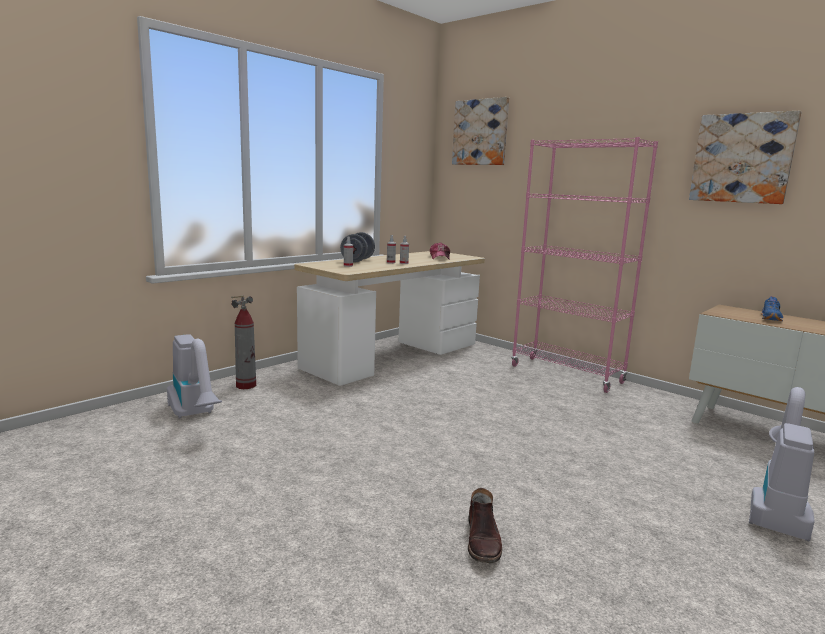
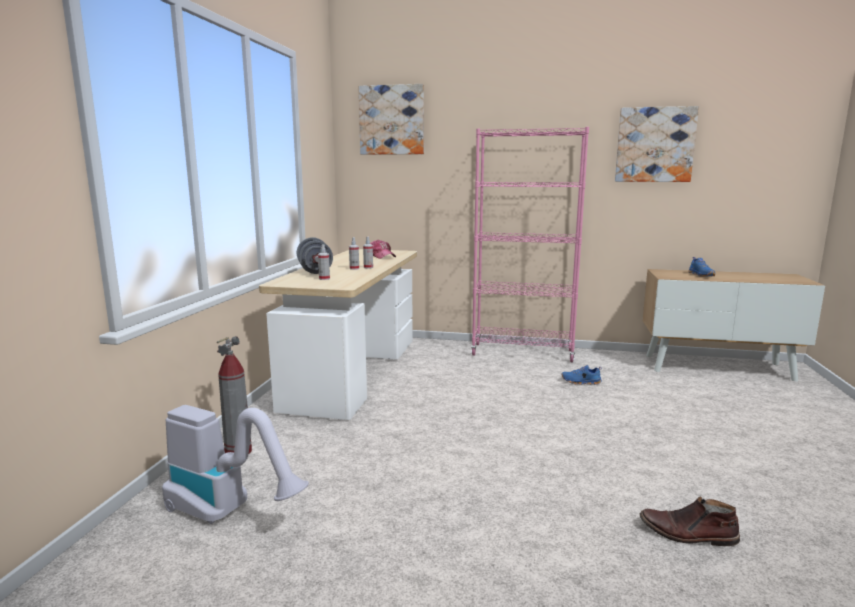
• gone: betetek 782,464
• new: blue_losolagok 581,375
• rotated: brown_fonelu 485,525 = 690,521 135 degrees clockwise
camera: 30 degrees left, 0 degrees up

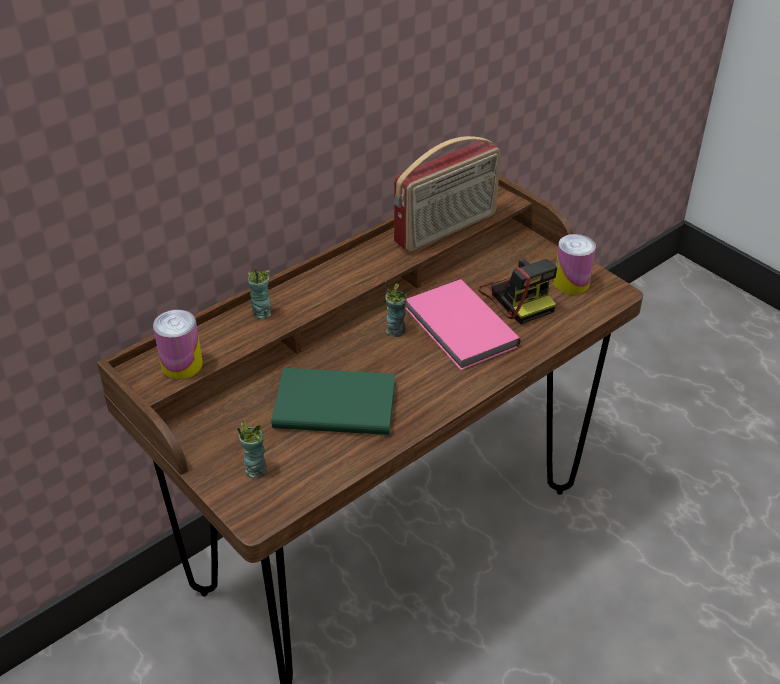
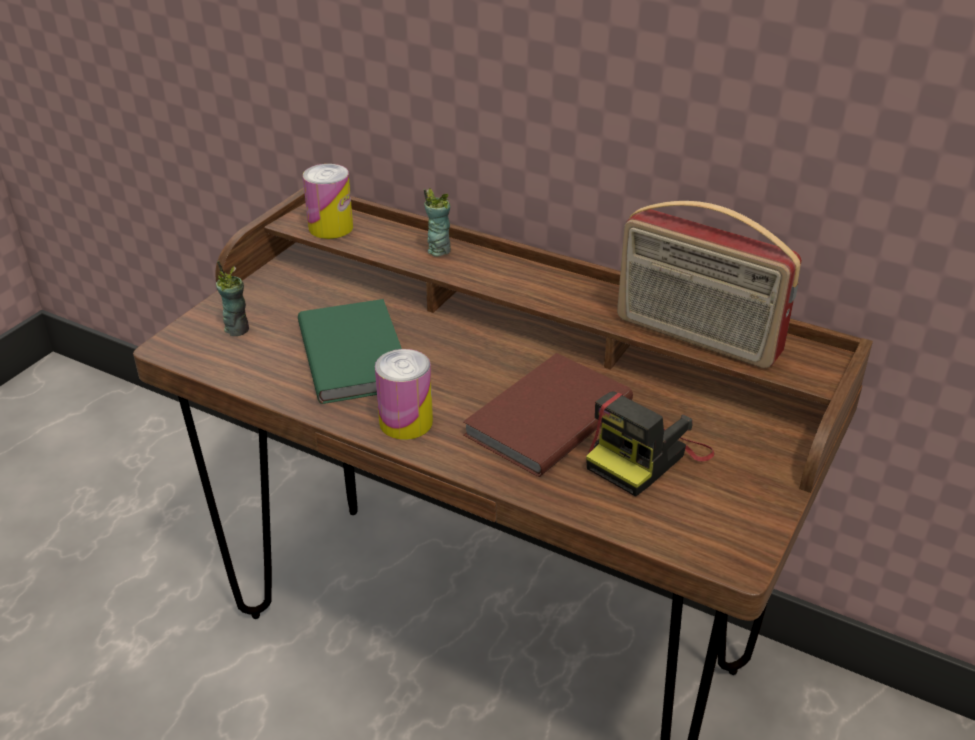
• gone: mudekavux 396,309
• shifted: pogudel 575,264 to 404,394
• repainted: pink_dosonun 463,324 to brown_dosonun 548,415
camera: 70 degrees right, 5 degrees down

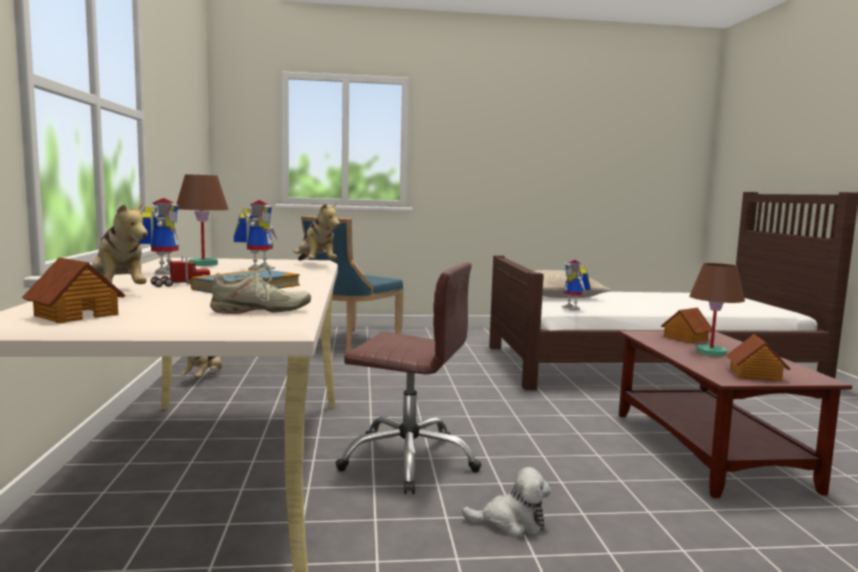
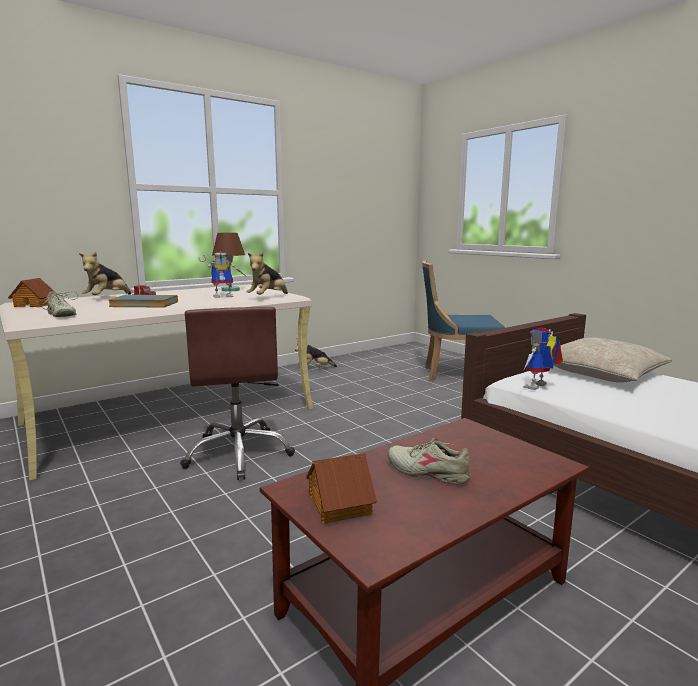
• gone: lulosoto 159,236
• gone: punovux 507,502
• gone: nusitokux 686,325
• swapped: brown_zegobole 717,309 to beige_losolagok 429,461
camera: 60 degrees right, 5 degrees up

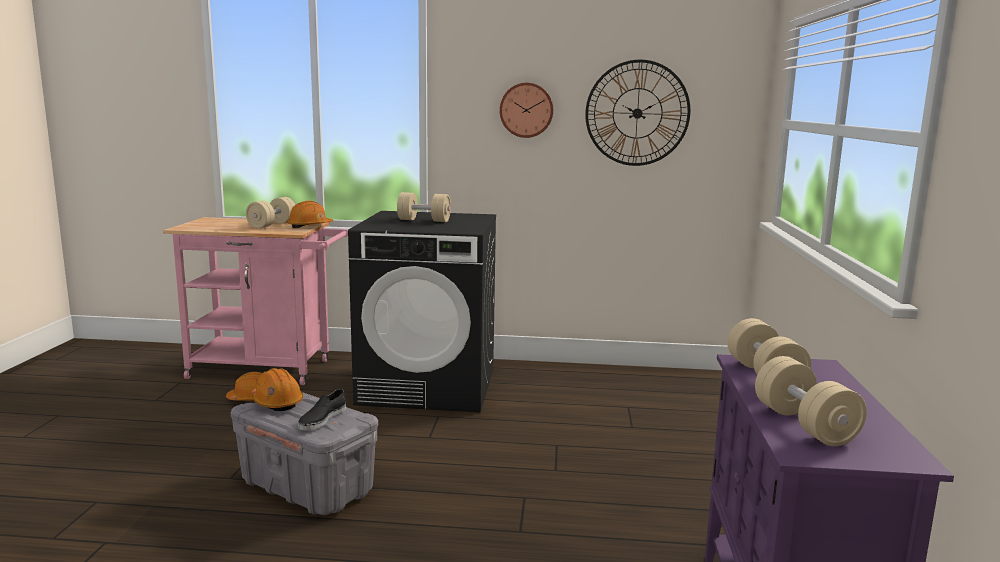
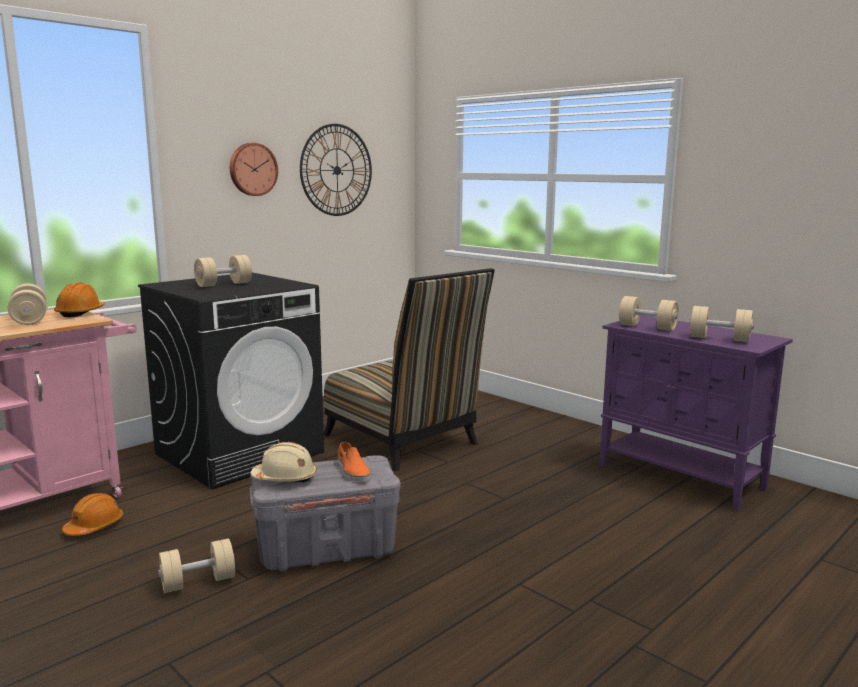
• new: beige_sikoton 196,565
• new: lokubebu 409,369
• repainted: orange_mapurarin 277,389 to beige_mapurarin 283,462
• repainted: black_losolagok 322,409 to orange_losolagok 354,461
camera: 50 degrees left, 0 degrees up

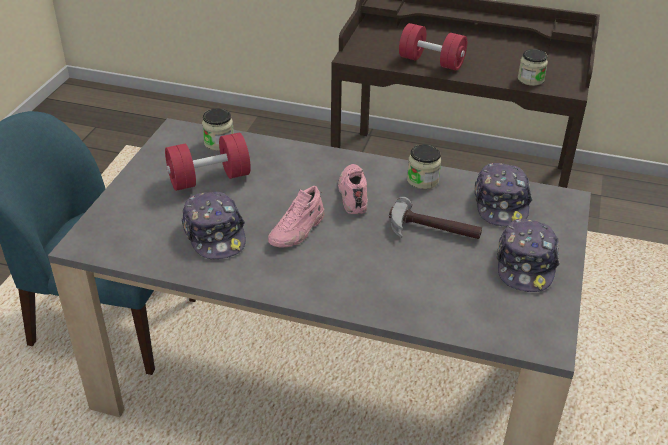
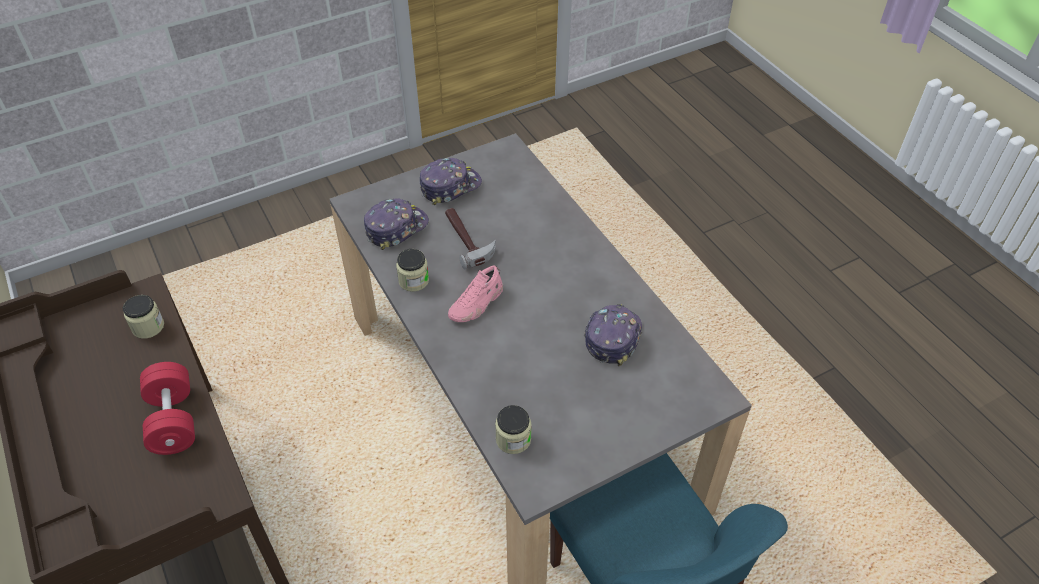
• gone: red_sikoton 208,162
• gone: pink_losolagok 296,216
camera: 135 degrees left, 10 degrees up

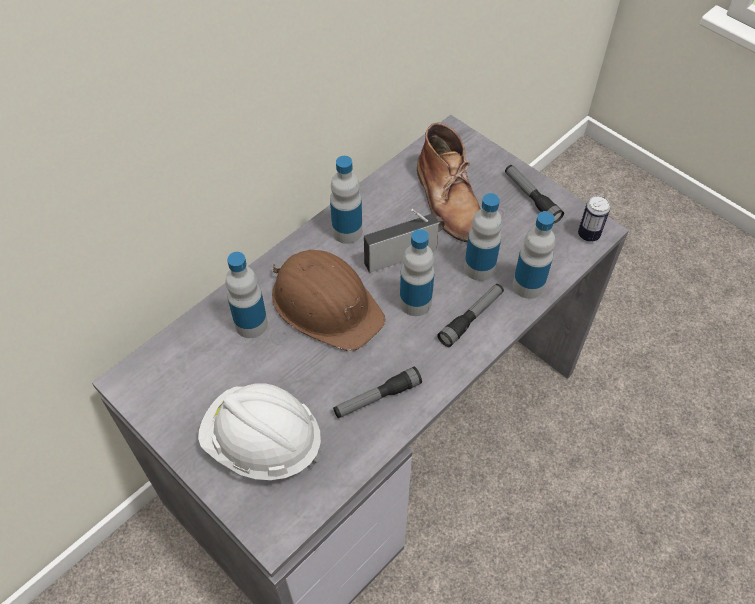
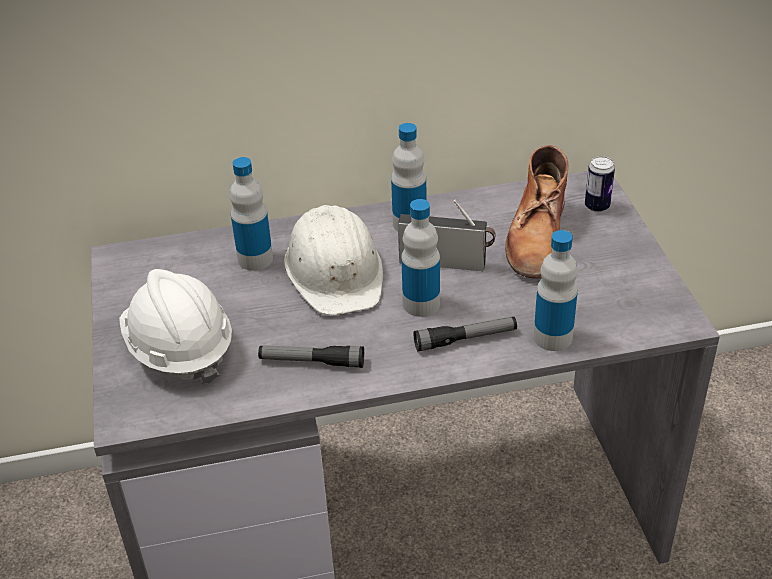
• gone: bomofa 483,237
• gone: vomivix 534,194
• shifted: pogudel 594,219 to 600,184
• repainted: brown_mapurarin 329,300 to white_mapurarin 333,260
camera: 35 degrees right, 15 degrees down

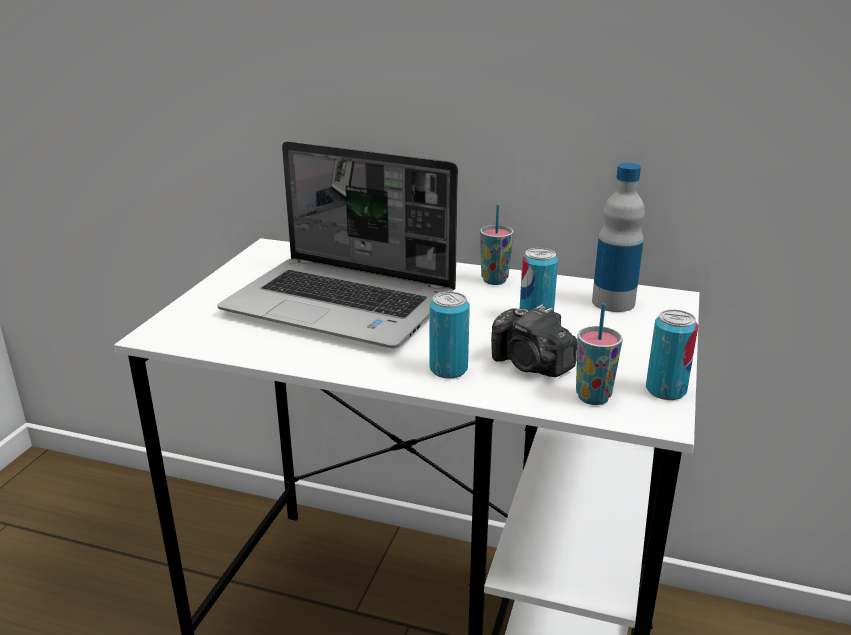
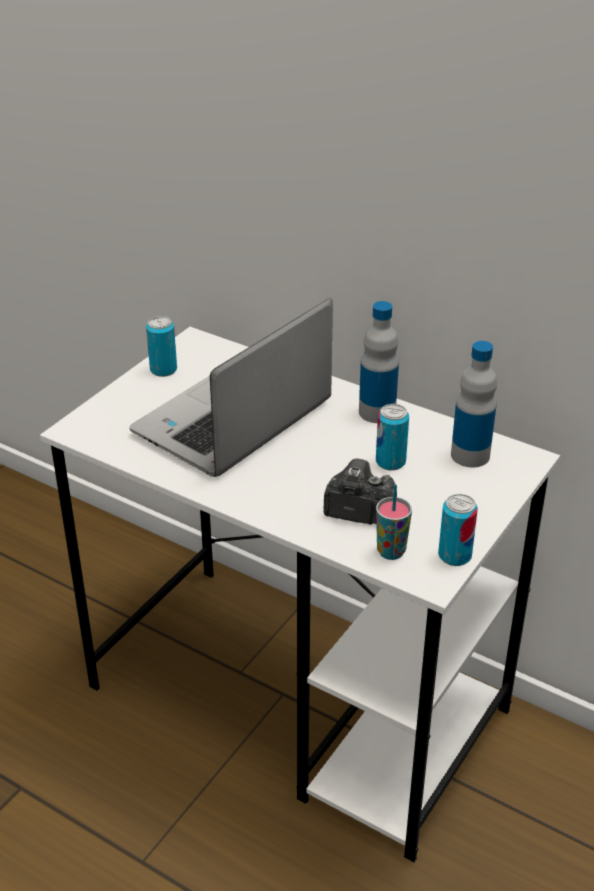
• shifted: pogudel 449,335 to 161,346
• swapped: mudekavux 497,245 to bomofa 379,362
• rotated: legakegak 337,244 = 231,387 90 degrees clockwise
• rotated: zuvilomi 534,341 = 360,492 135 degrees clockwise
camera: 15 degrees right, 10 degrees up

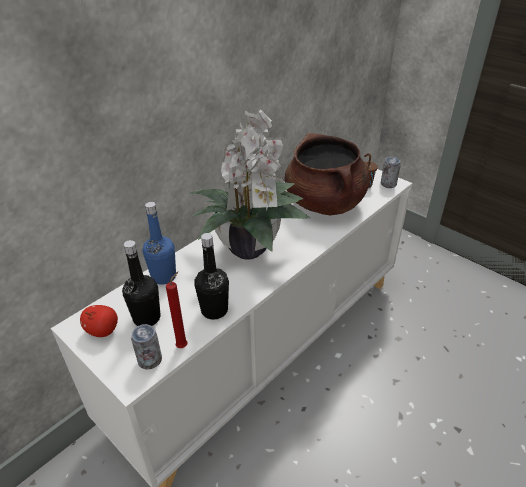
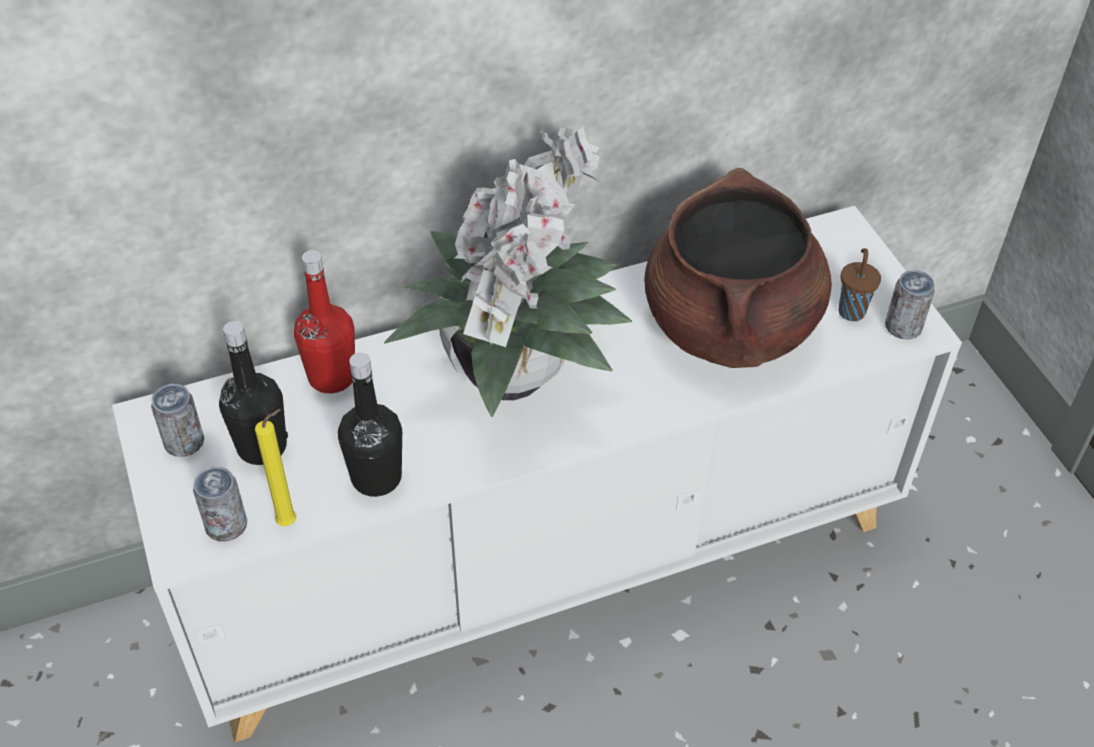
• swapped: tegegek 99,321 to pogudel 177,420
• repainted: blue_bomofa 159,243 to red_bomofa 324,321
• repainted: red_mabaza 177,310 to yellow_mabaza 275,467
camera: 25 degrees right, 10 degrees up

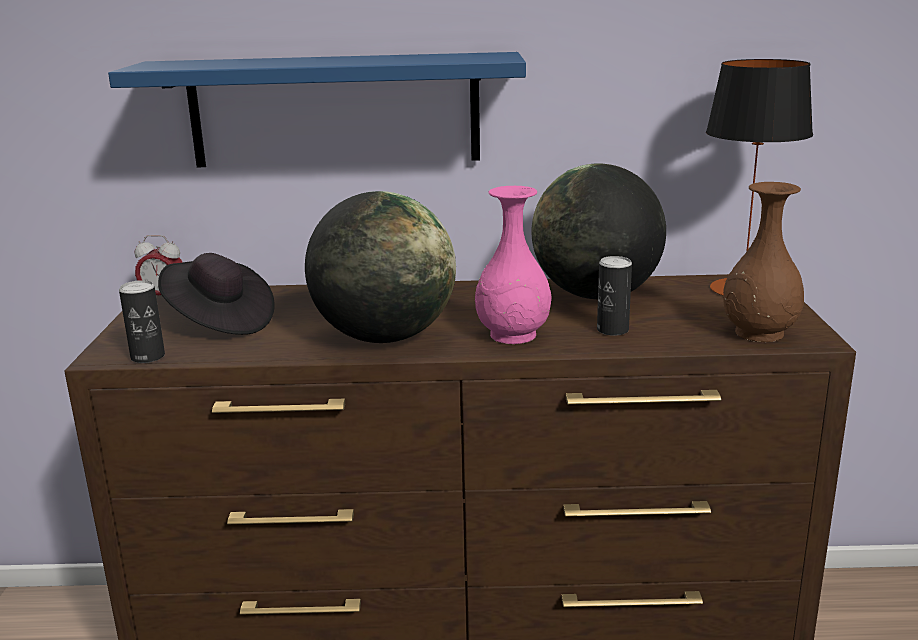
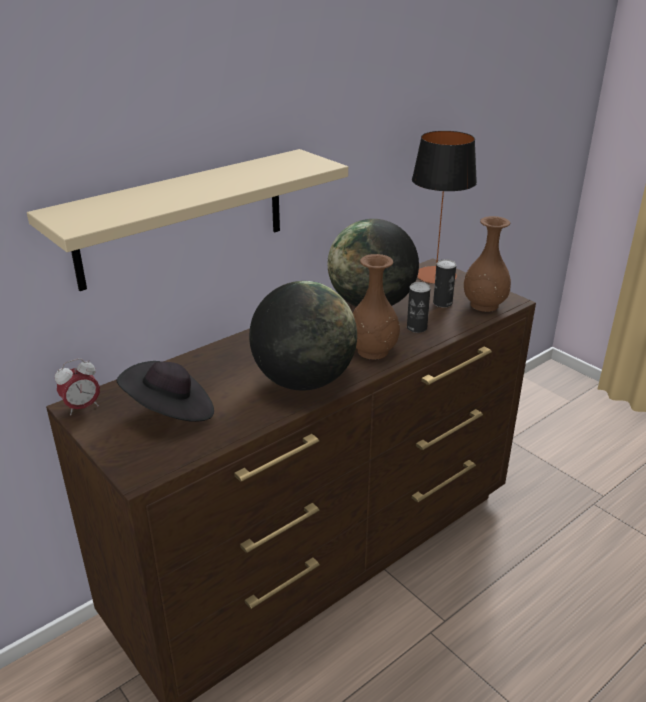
• shifted: pogudel 142,321 to 444,283
• repainted: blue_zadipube 317,109 to beige_zadipube 187,220
• repainted: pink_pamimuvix 513,265 to brown_pamimuvix 376,307
camera: 40 degrees left, 10 degrees up

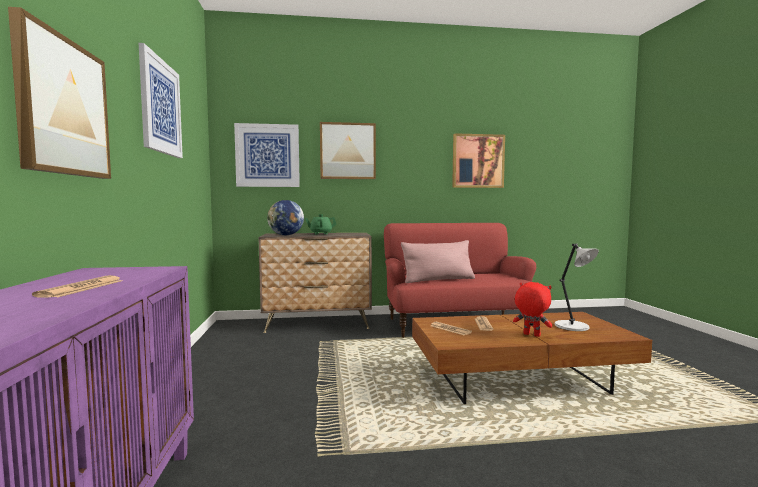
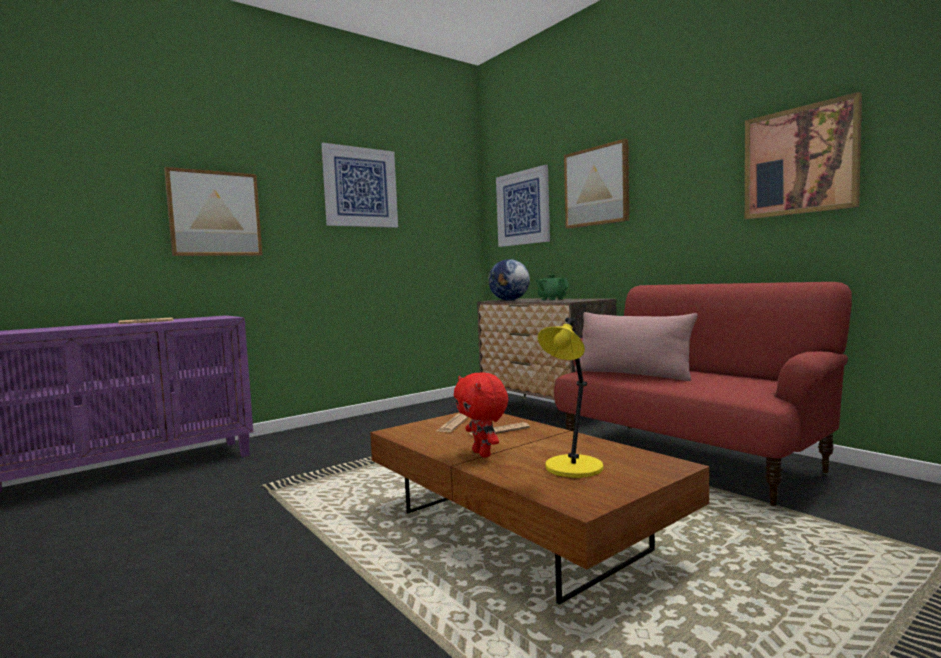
• repainted: grey_zegobole 577,287 to yellow_zegobole 570,398
• rotated: red_punovux 533,309 = 481,415 150 degrees clockwise
camera: 60 degrees right, 0 degrees up

